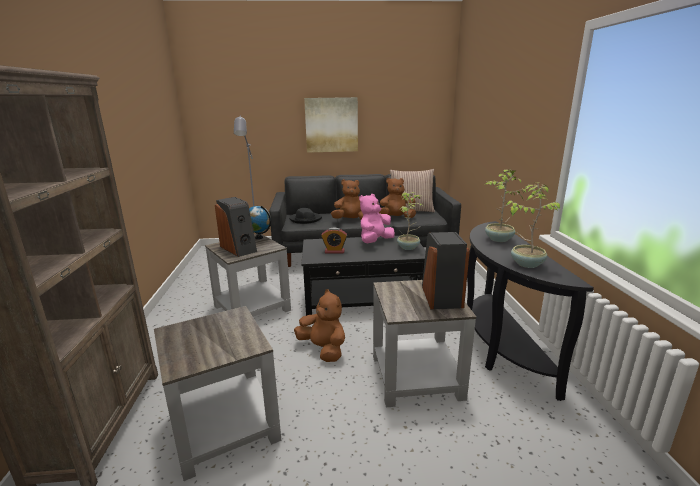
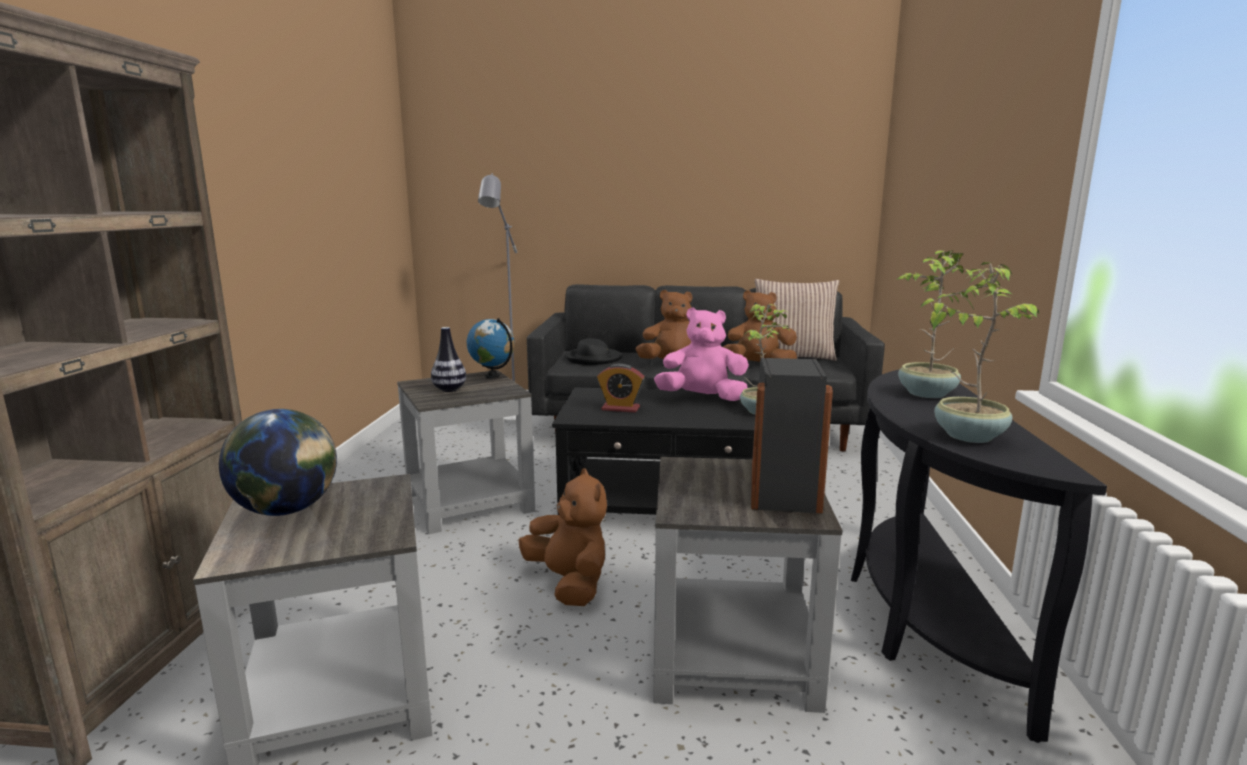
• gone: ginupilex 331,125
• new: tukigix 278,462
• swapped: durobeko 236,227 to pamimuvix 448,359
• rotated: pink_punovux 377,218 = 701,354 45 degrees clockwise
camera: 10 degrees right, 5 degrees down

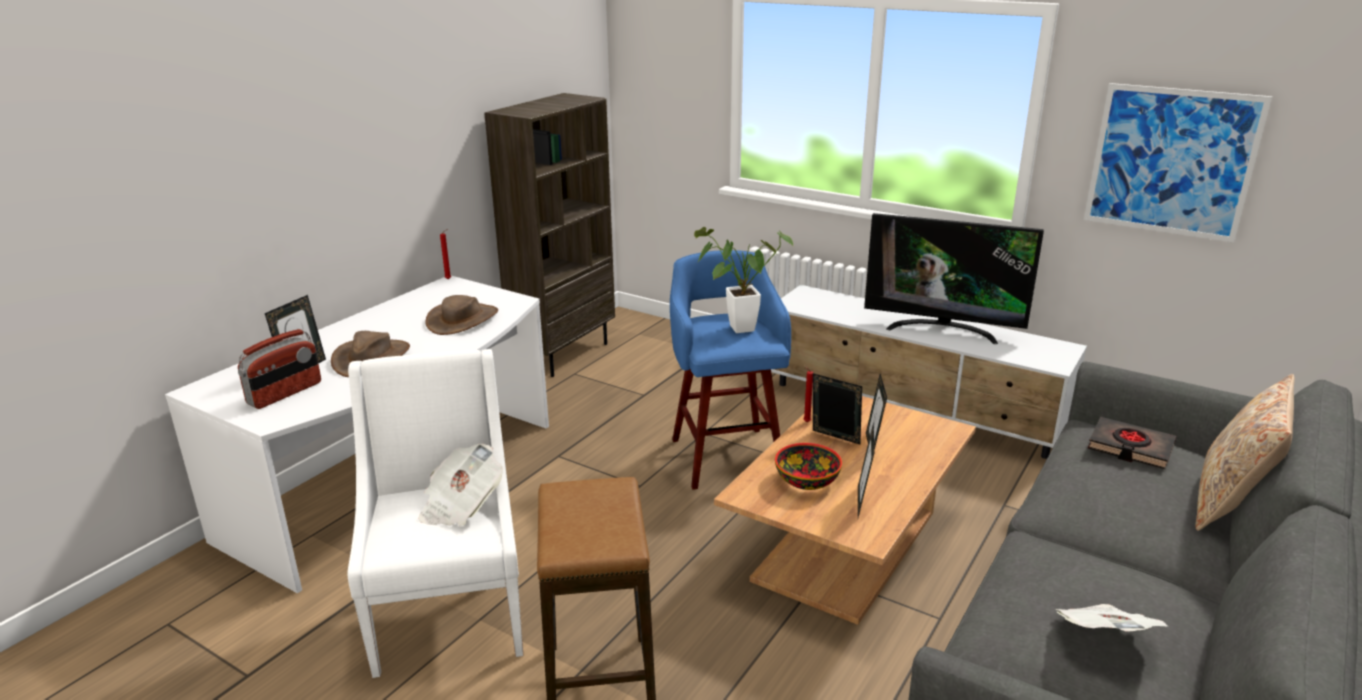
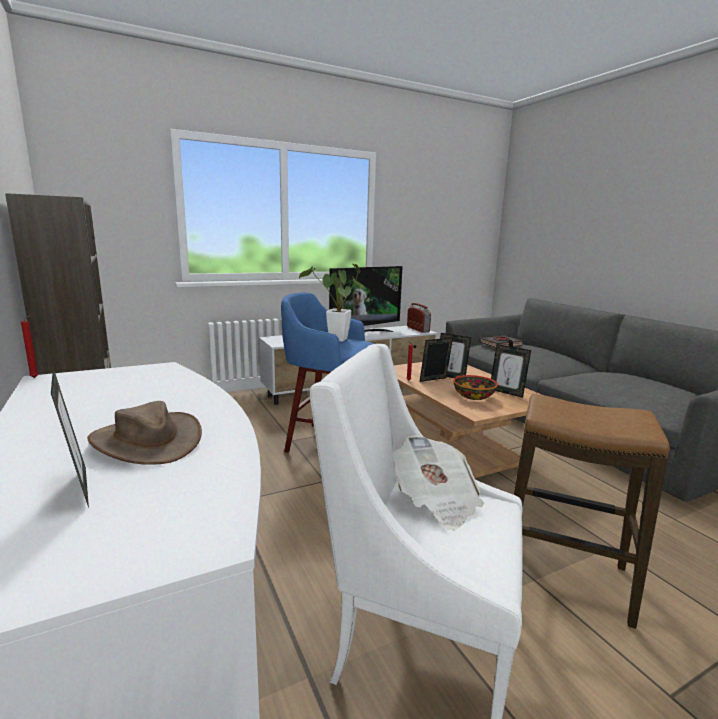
• gone: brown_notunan 461,315
• gone: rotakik 1111,618
• gone: ginupilex 1178,163
• gone: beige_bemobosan 1245,452
• shifted: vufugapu 279,369 to 419,318
camera: 60 degrees left, 10 degrees down

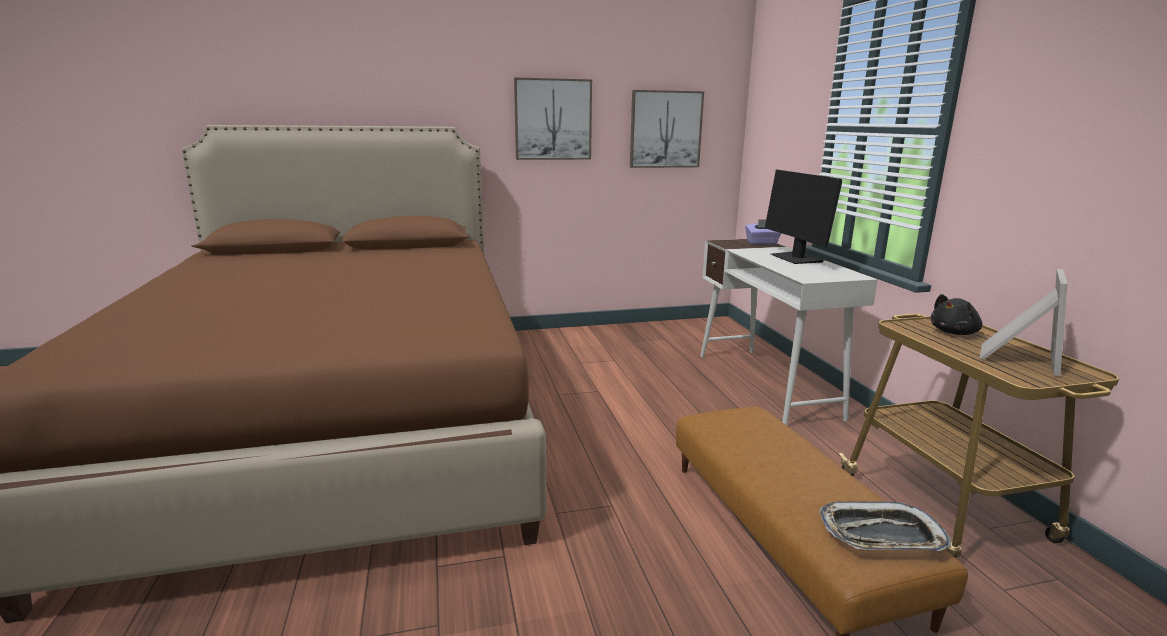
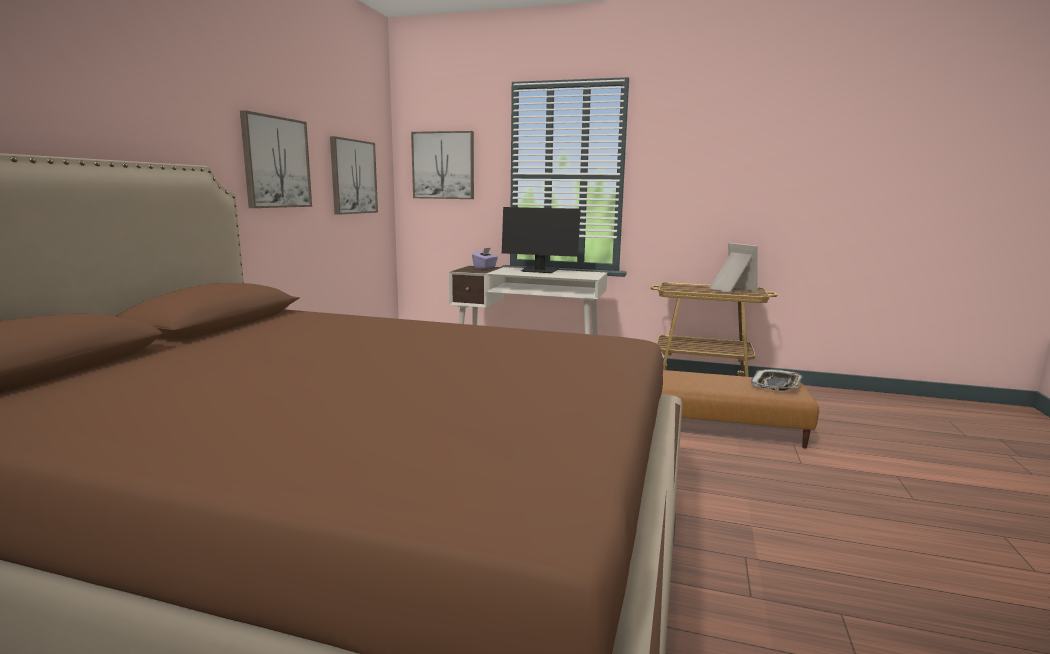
• gone: black_punovux 956,314
• new: ginupilex 442,165
camera: 60 degrees left, 5 degrees down

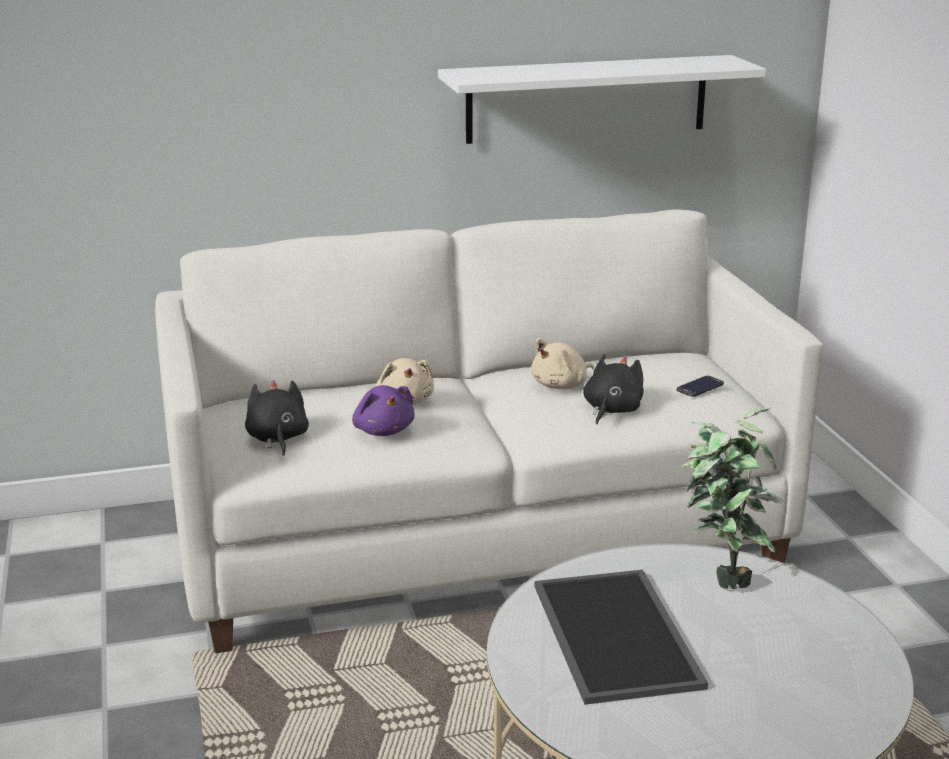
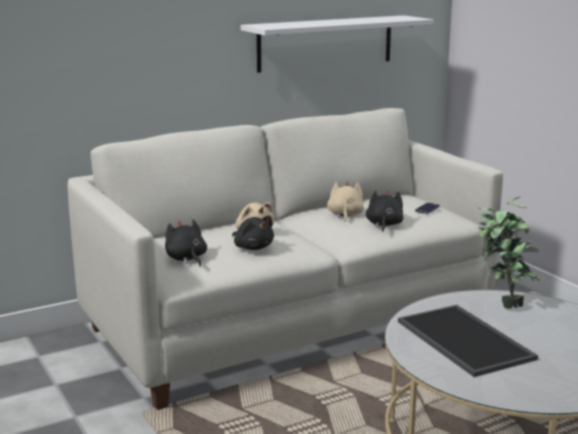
• repainted: purple_punovux 383,410 to black_punovux 253,233
• rotated: beige_punovux 562,363 = 345,202 150 degrees clockwise
camera: 15 degrees left, 5 degrees down

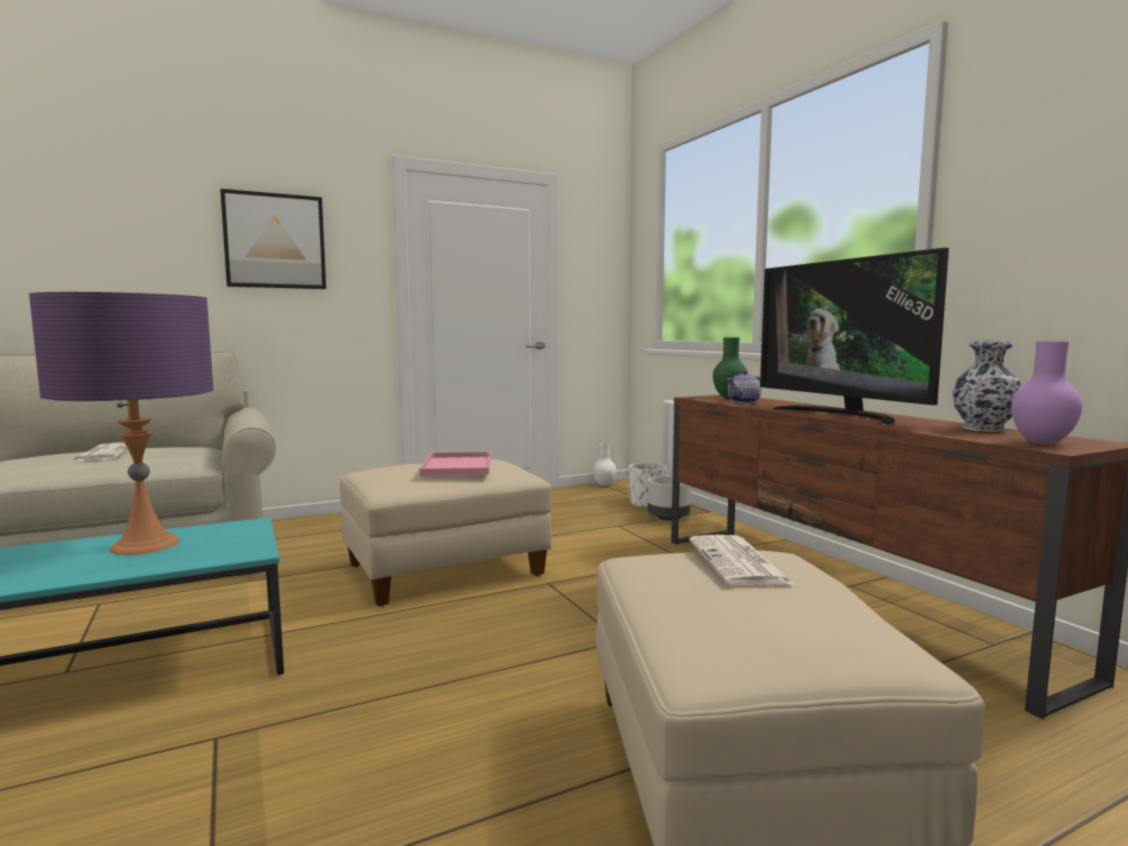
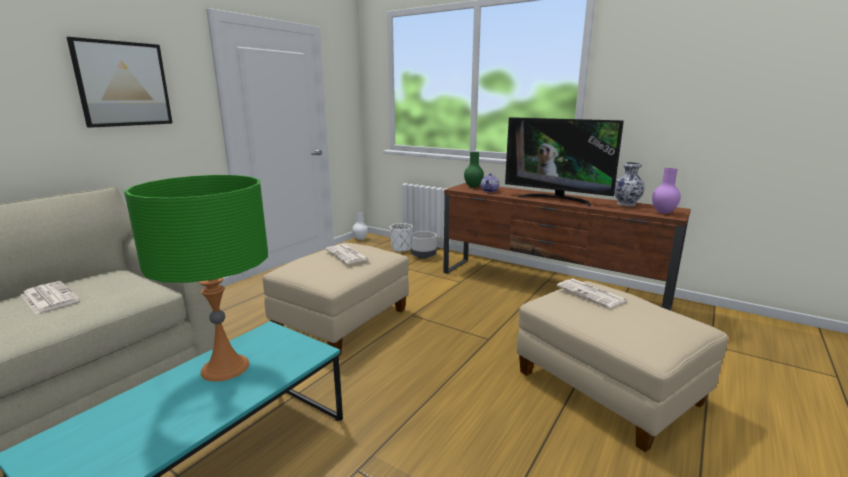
• swapped: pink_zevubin 455,464 to rotakik 347,254
• repainted: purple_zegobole 121,423 to green_zegobole 196,278
camera: 30 degrees left, 10 degrees up

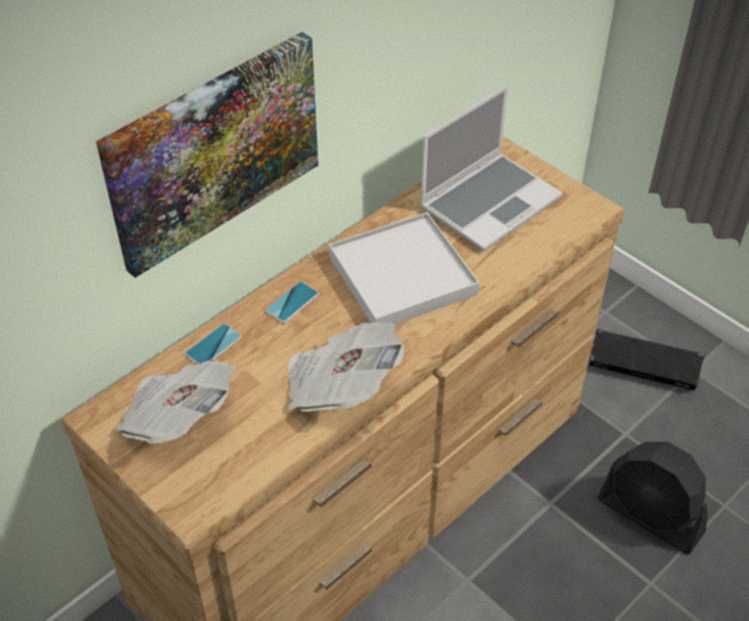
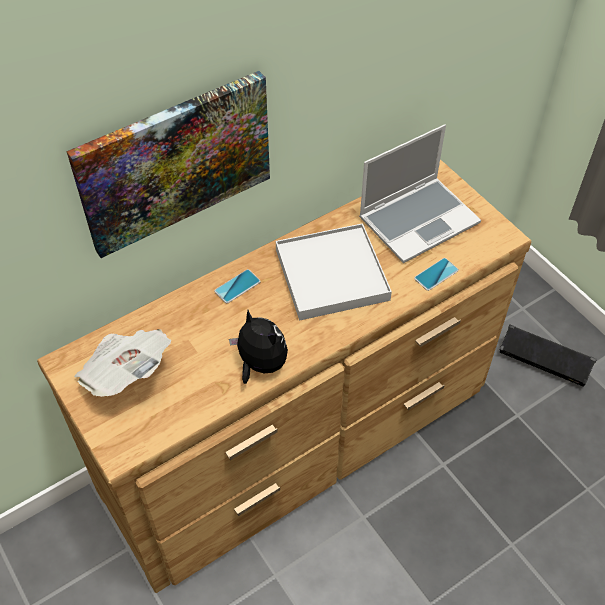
• gone: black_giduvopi 652,498
• shifted: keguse 213,344 to 436,274
• swapped: rotakik 346,367 to punovux 258,347
camera: 10 degrees right, 5 degrees up

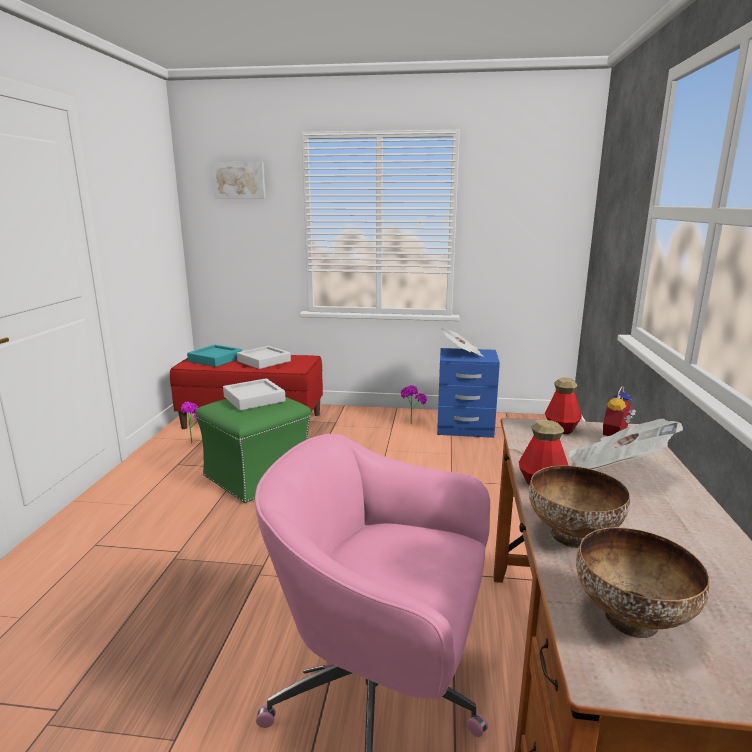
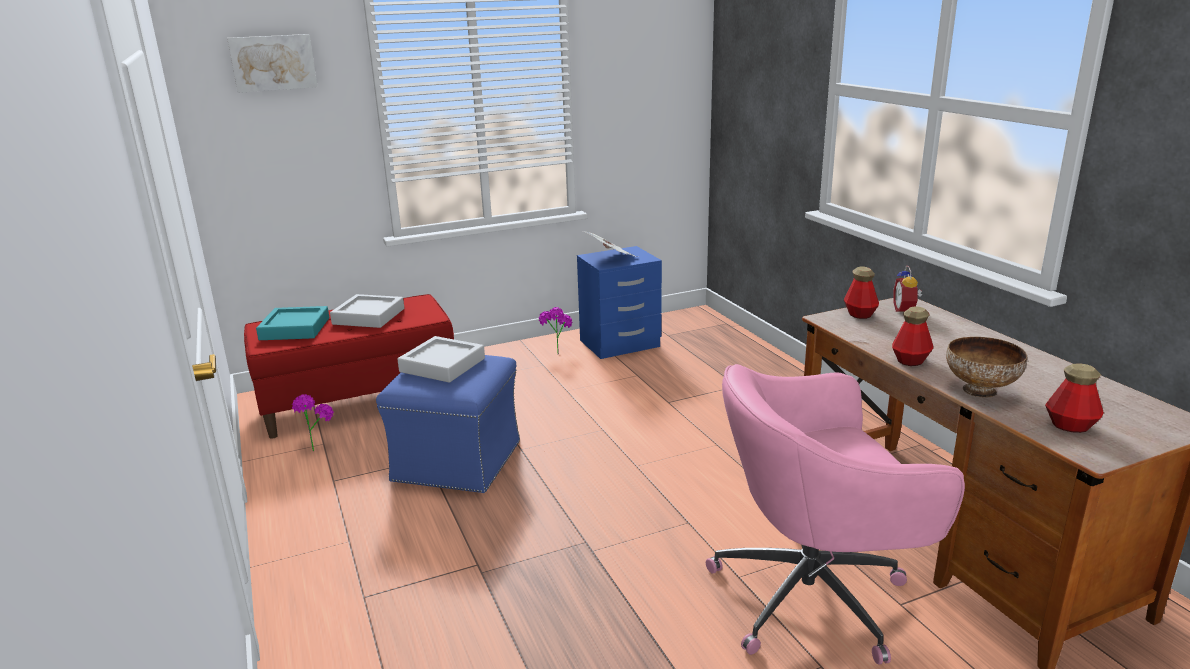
• gone: rotakik 625,444
• swapped: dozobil 642,582 to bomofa 1074,398
• repainted: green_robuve 253,450 to blue_robuve 448,424
camera: 30 degrees left, 5 degrees up

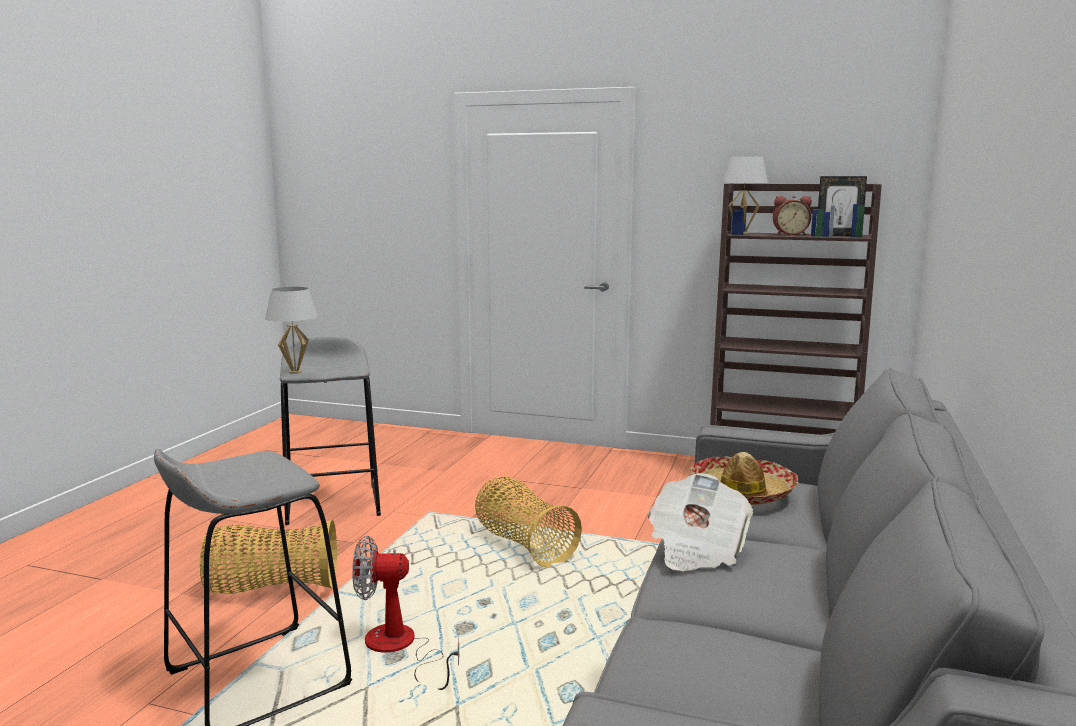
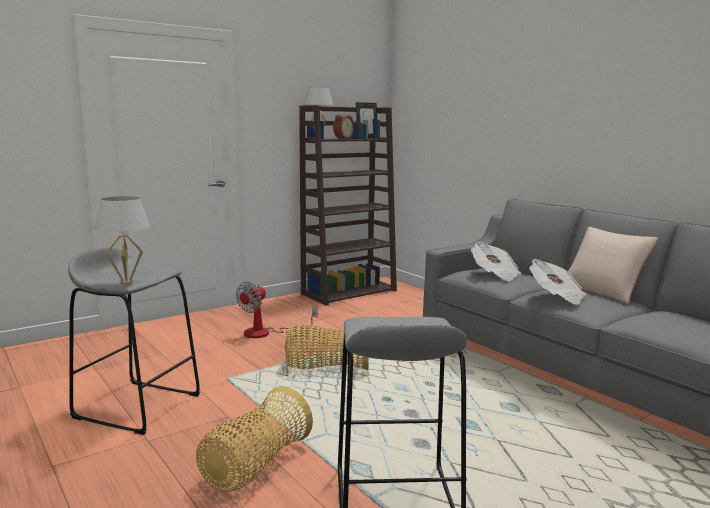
• new: beige_bemobosan 613,265
• shifted: giduvopi 405,613 to 277,310
• swapped: notunan 743,478 to rotakik 496,261
camera: 55 degrees left, 0 degrees up

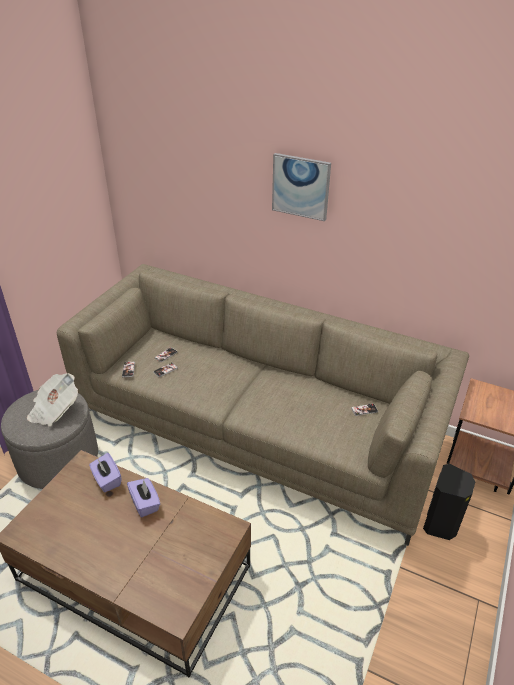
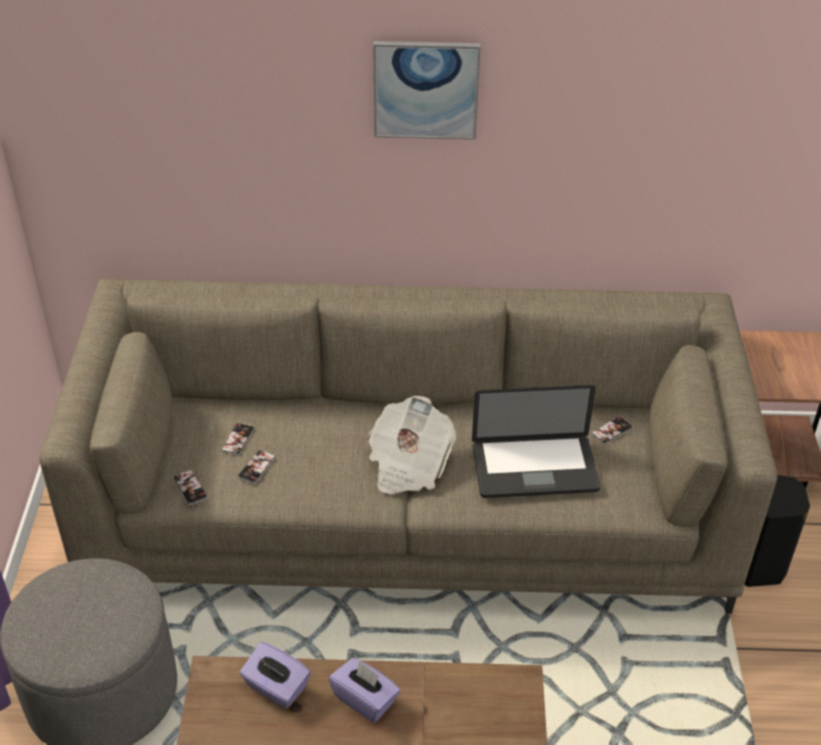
• new: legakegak 536,441
• shifted: rotakik 52,400 to 412,445
camera: 25 degrees left, 5 degrees up

